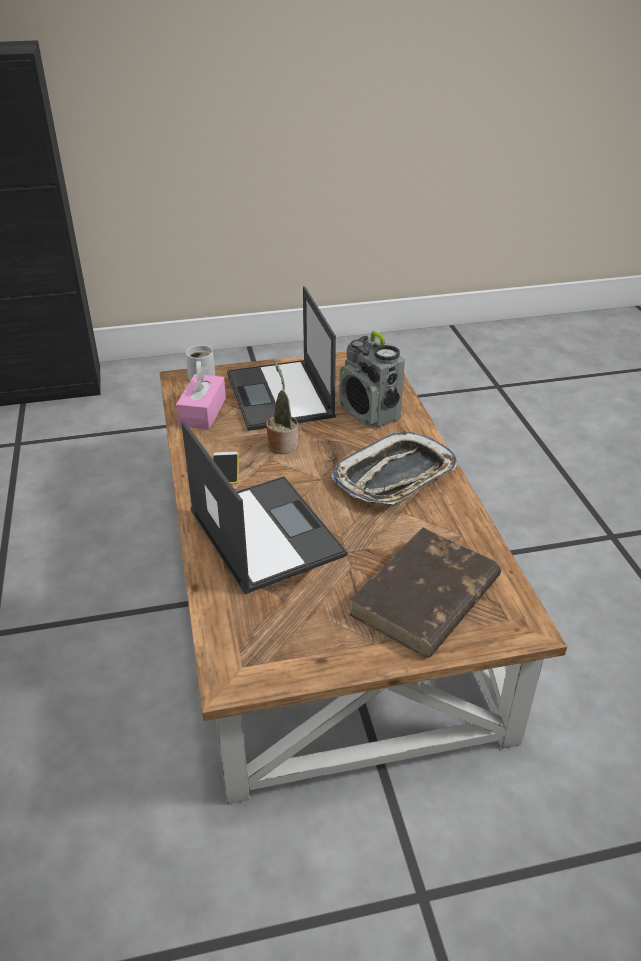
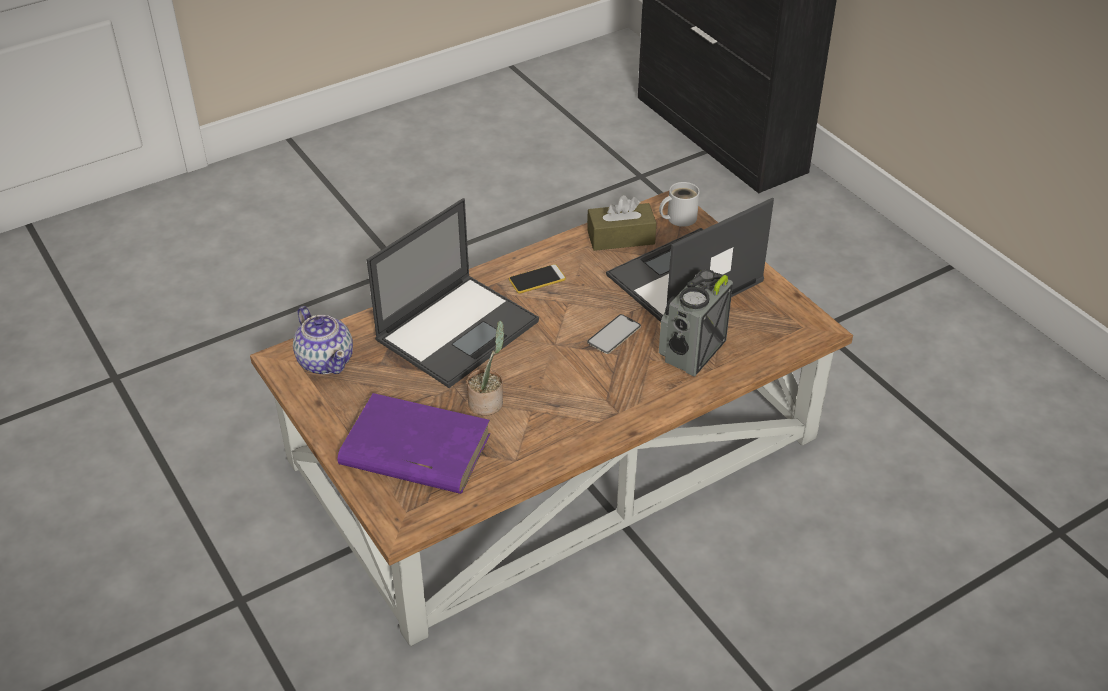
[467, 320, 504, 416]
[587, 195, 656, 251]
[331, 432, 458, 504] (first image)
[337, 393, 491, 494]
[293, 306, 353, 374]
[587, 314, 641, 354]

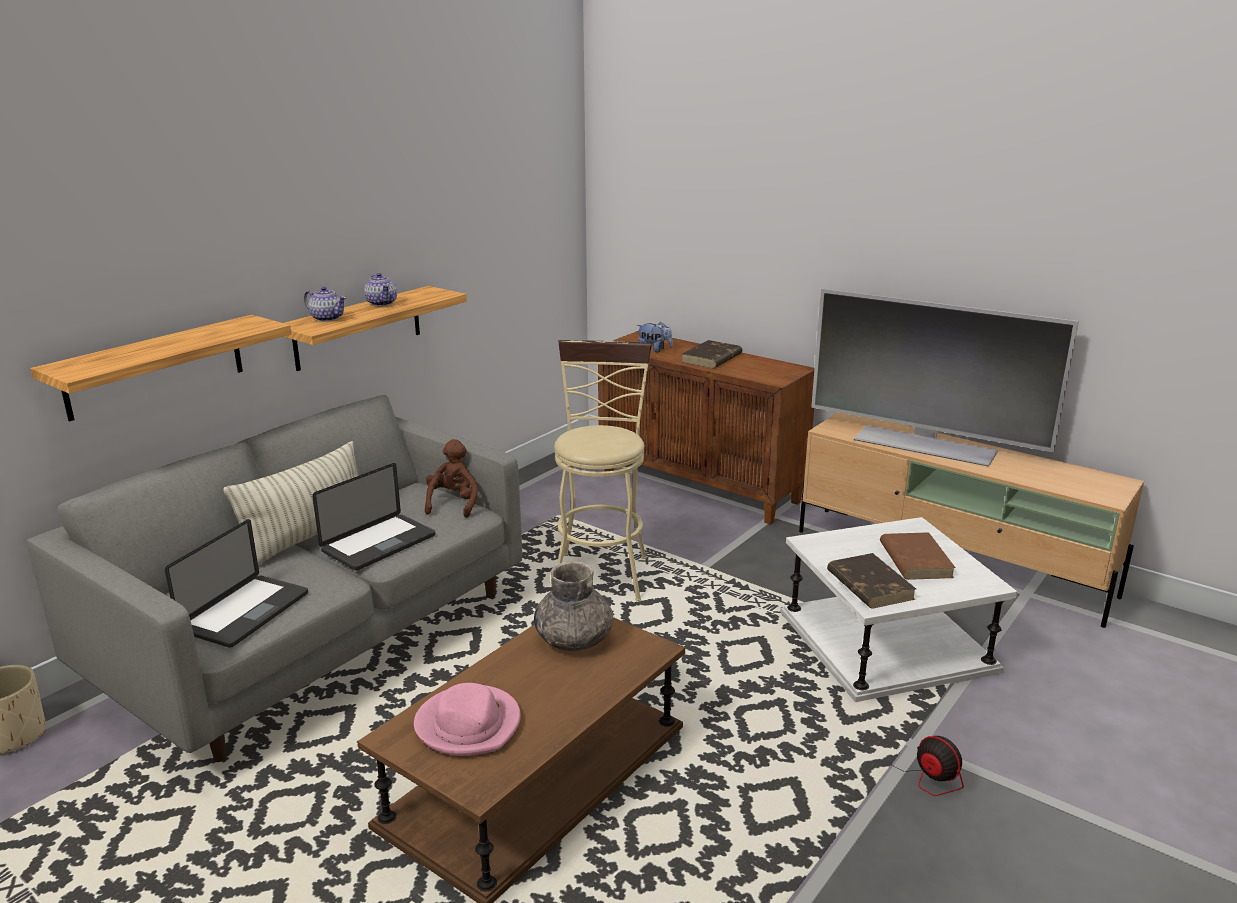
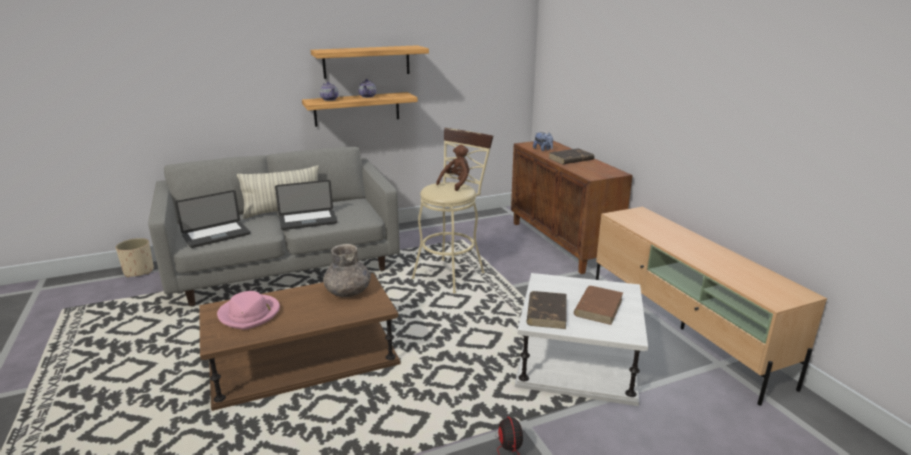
[811, 288, 1079, 467] (first image)
[311, 45, 429, 79]
[436, 145, 469, 191]

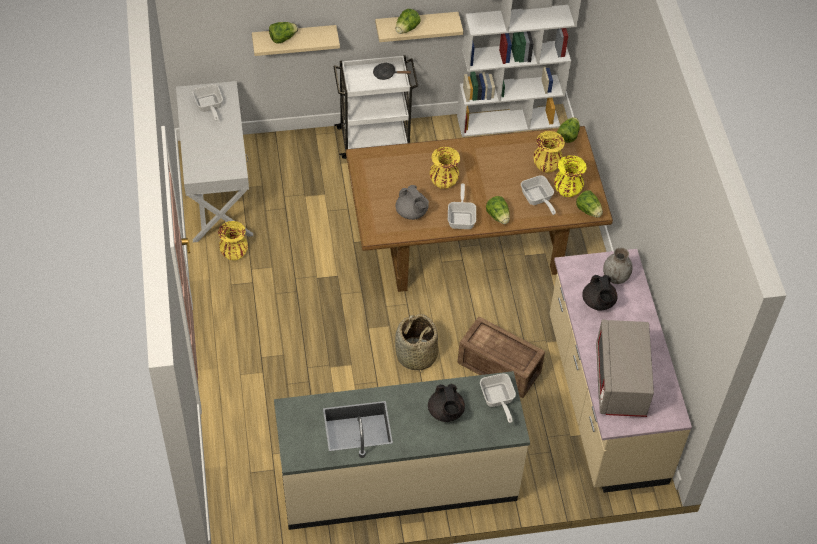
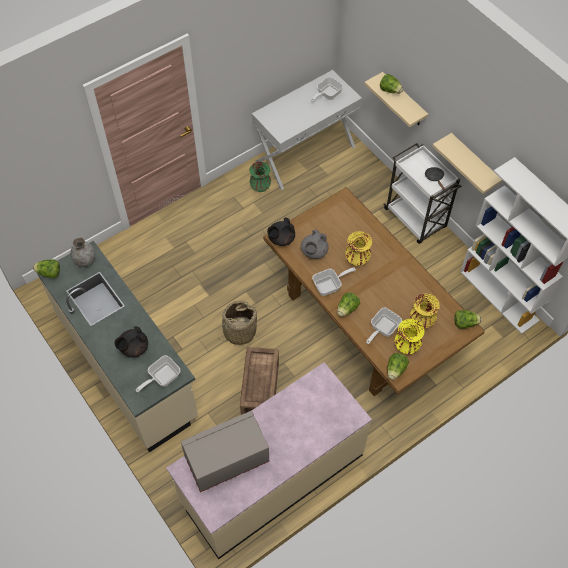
[33, 259, 60, 278]
[249, 162, 271, 192]
[70, 237, 95, 267]
[267, 218, 295, 246]

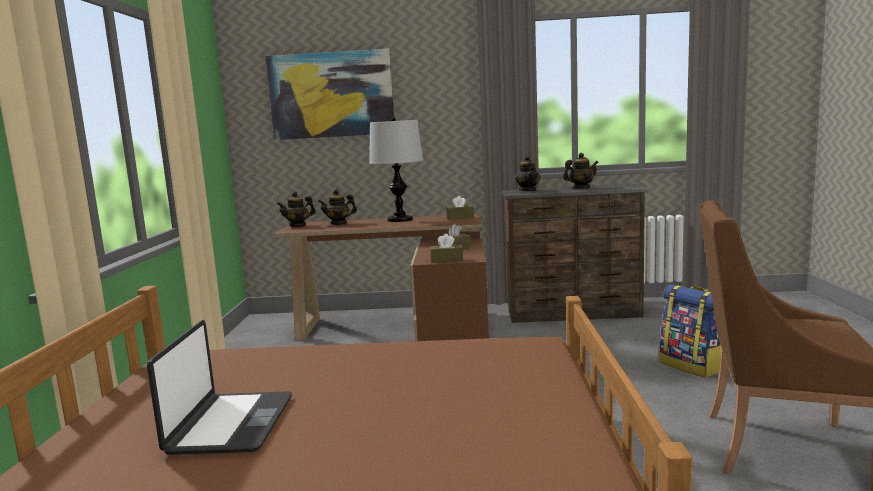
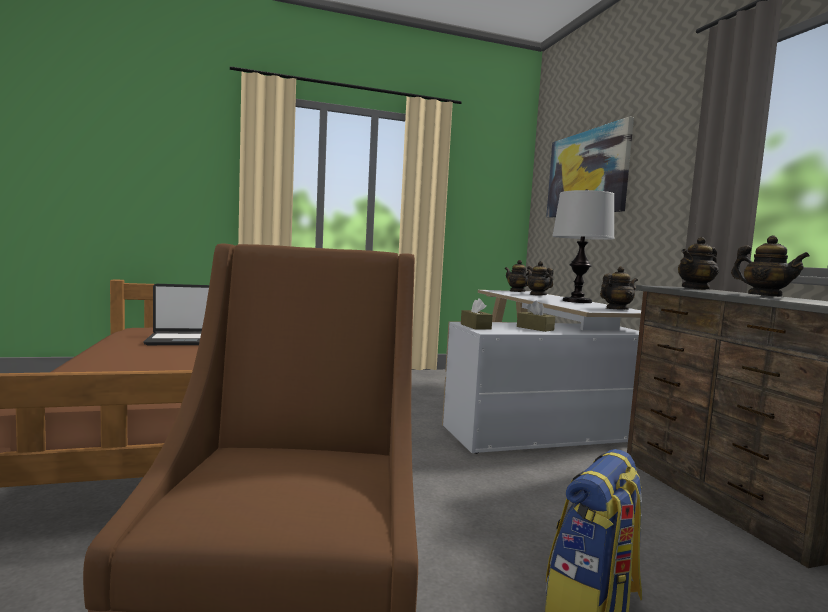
[600, 266, 638, 310]
[442, 290, 641, 454]

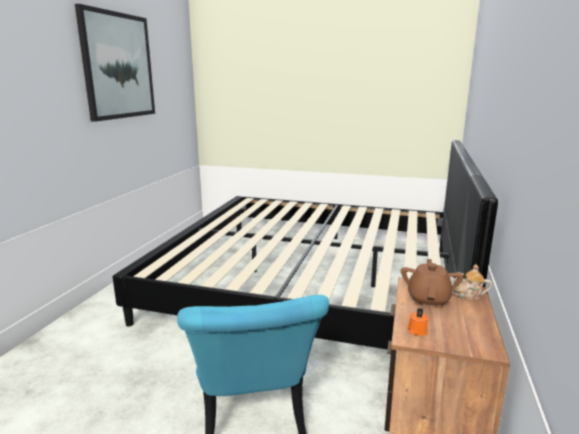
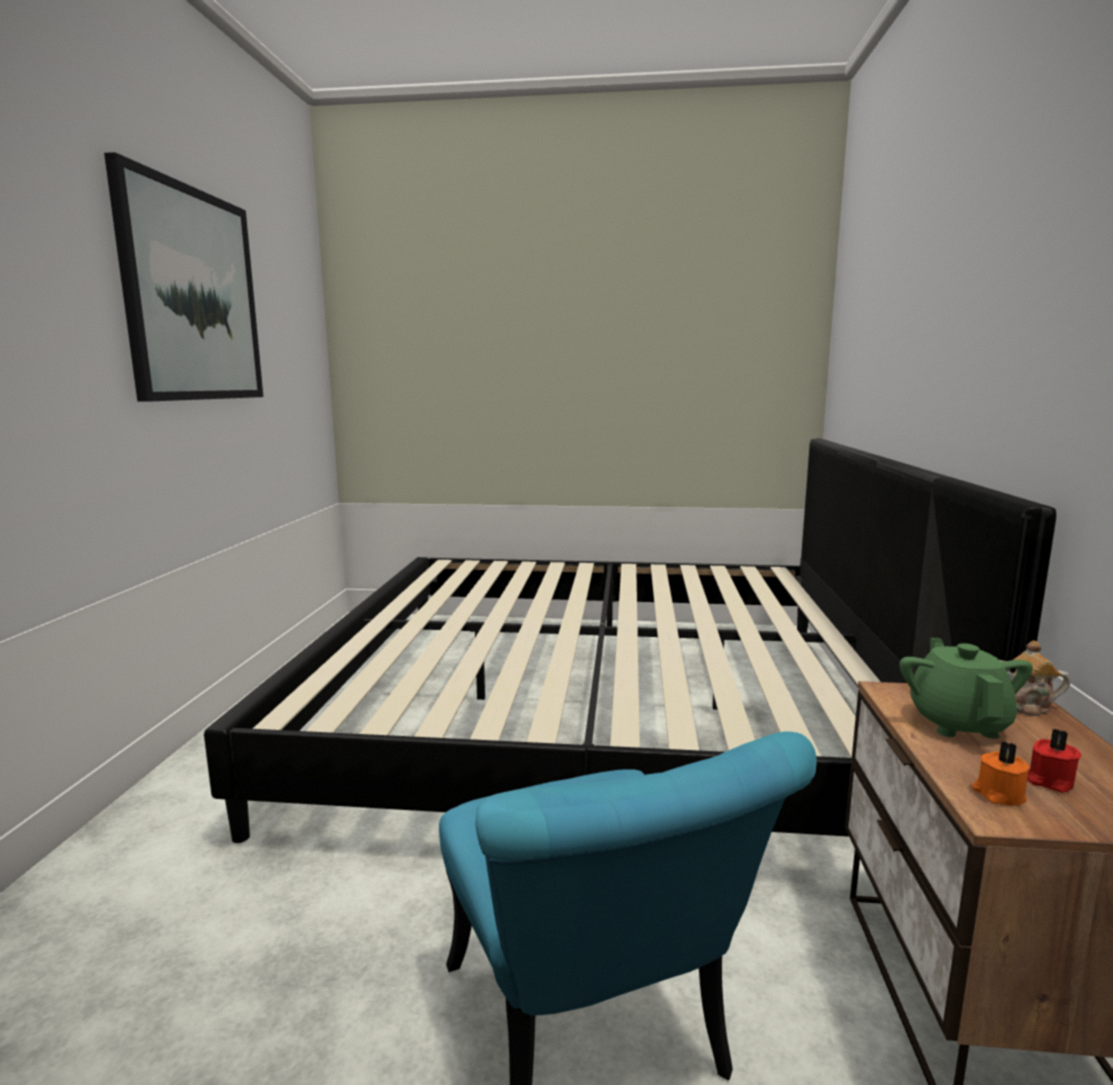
[900, 638, 1033, 739]
[1027, 729, 1081, 792]

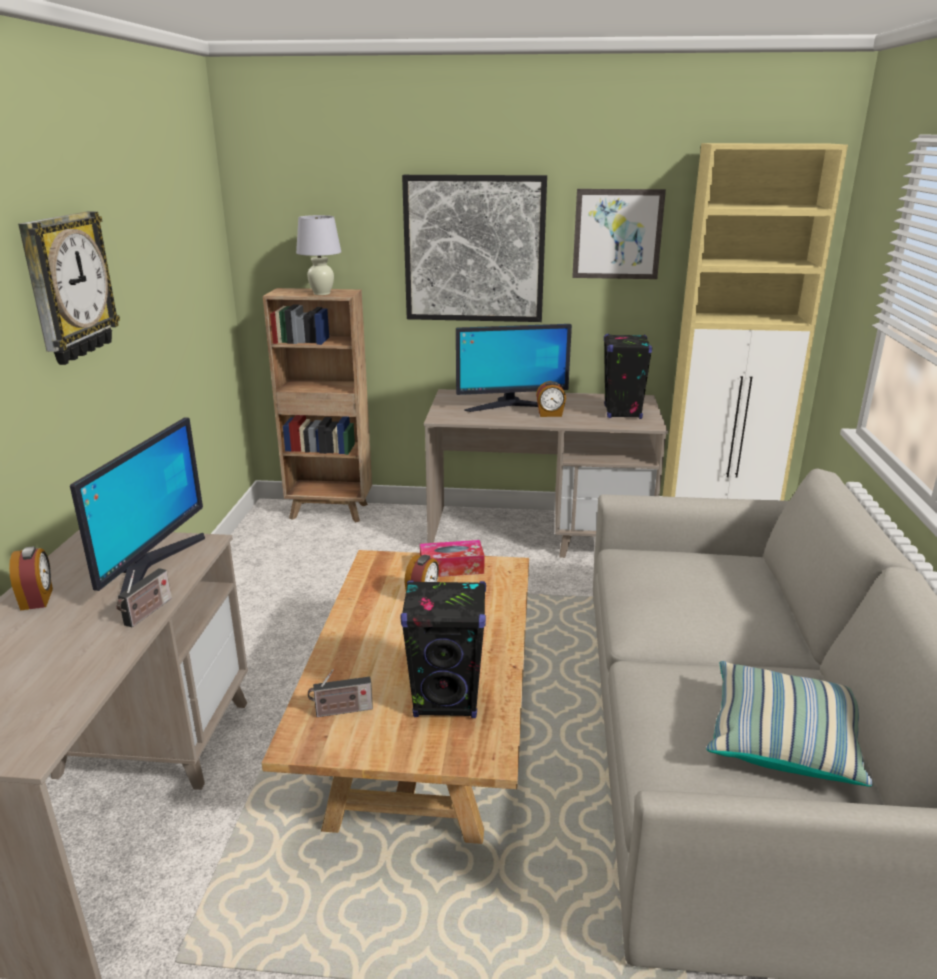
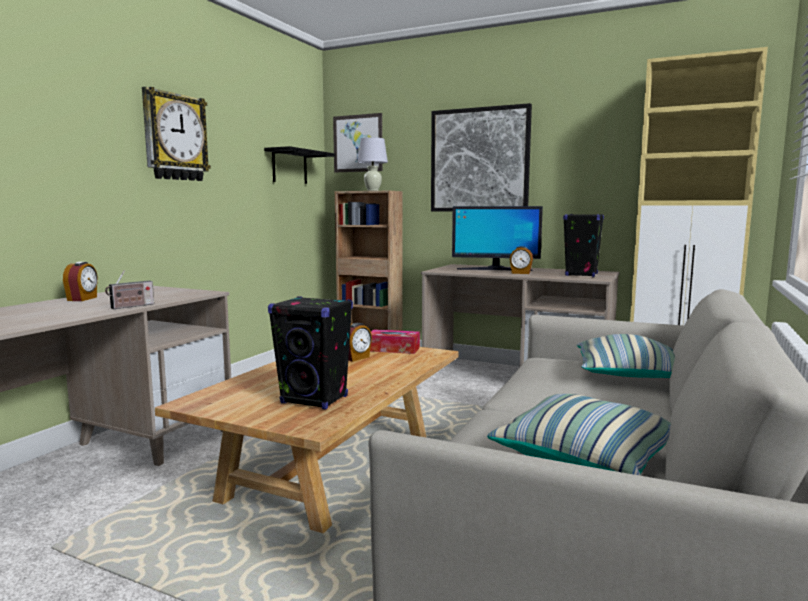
[333, 113, 382, 172]
[70, 417, 205, 600] (first image)
[308, 669, 373, 717] (first image)
[264, 146, 335, 184]
[577, 334, 675, 378]

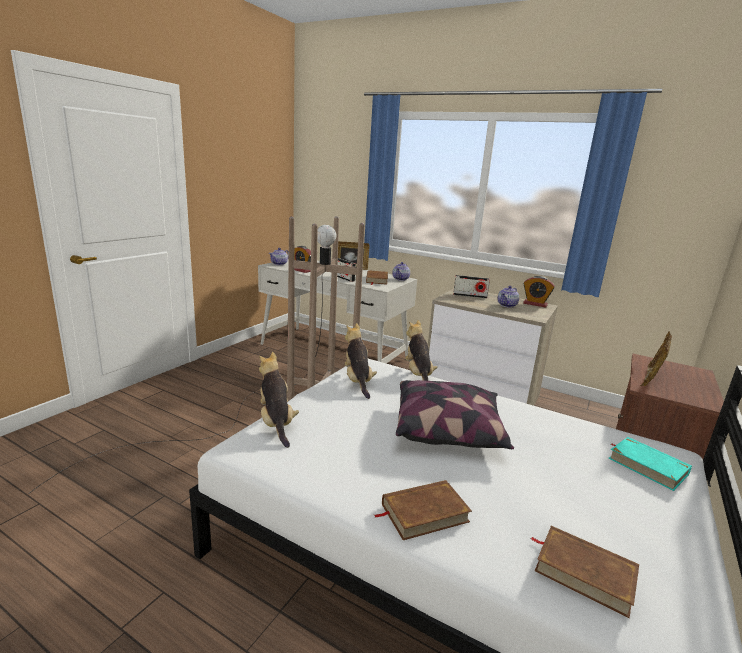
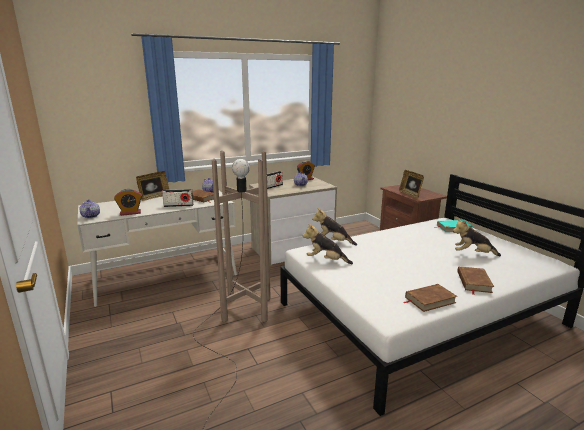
[453, 218, 501, 257]
[396, 380, 514, 449] (first image)
[404, 284, 457, 312]

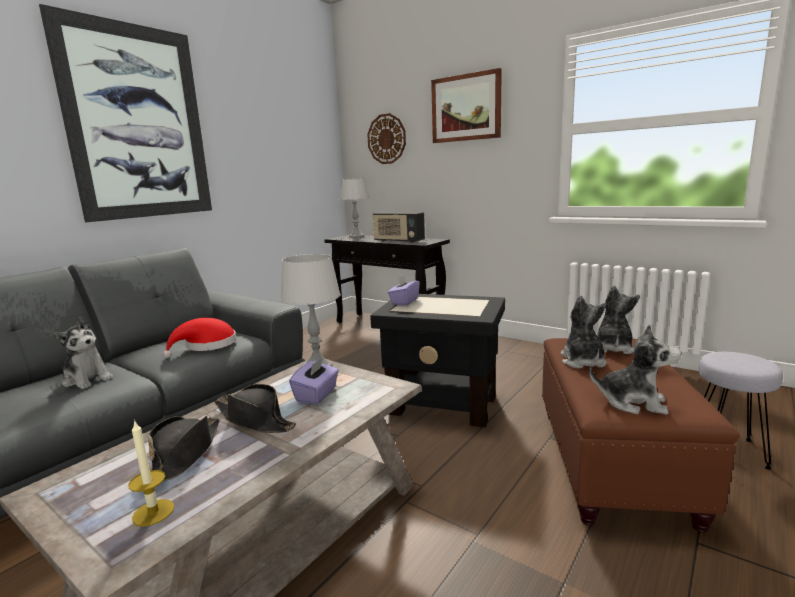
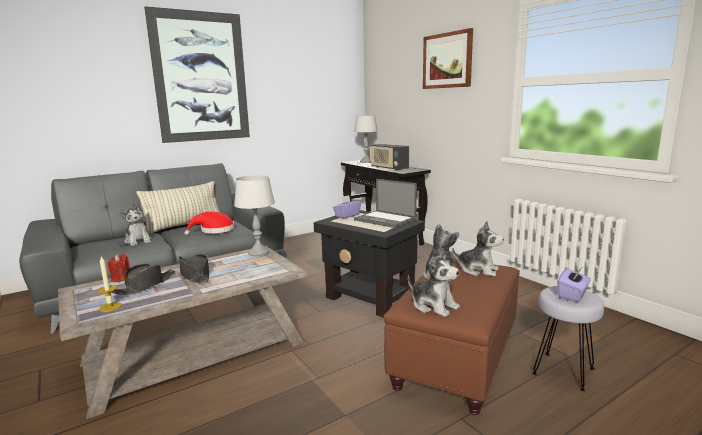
[367, 113, 406, 164] (first image)
[452, 221, 504, 276]
[557, 268, 591, 302]
[354, 179, 417, 228]
[136, 181, 220, 235]
[107, 254, 130, 282]

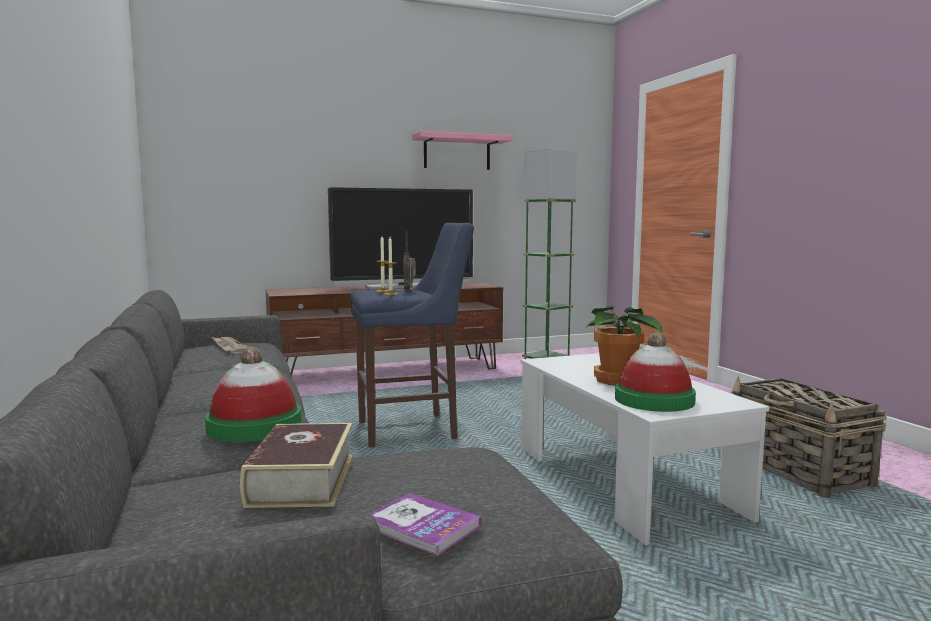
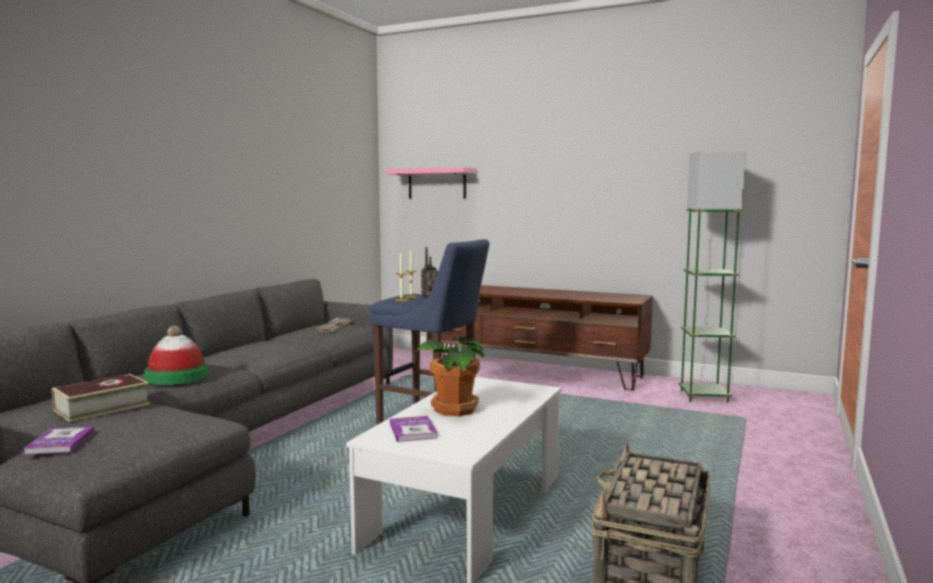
[386, 167, 476, 198]
[328, 187, 473, 289] (first image)
[390, 416, 438, 442]

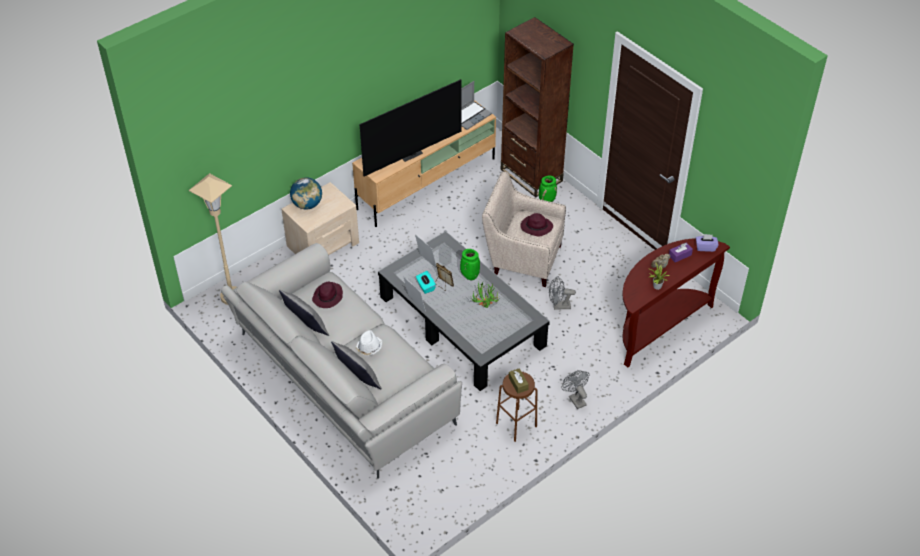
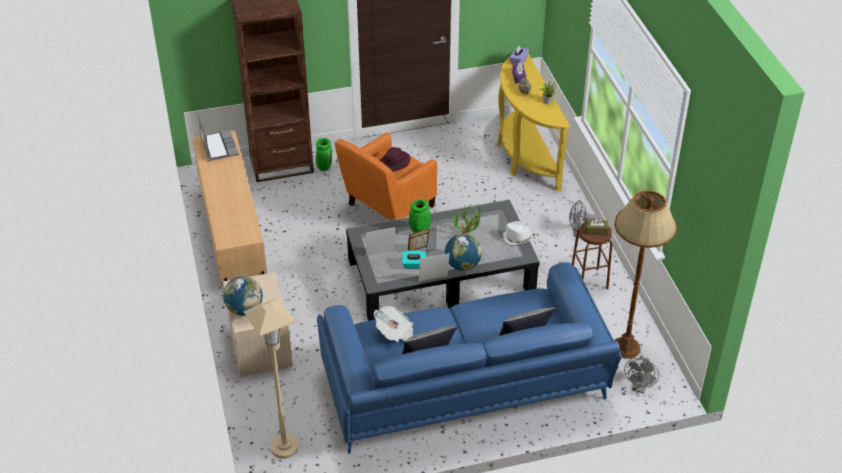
[360, 79, 461, 176] (first image)
[335, 132, 437, 220]
[497, 53, 570, 191]
[317, 262, 622, 454]
[624, 358, 659, 394]
[374, 306, 413, 342]
[503, 221, 533, 245]
[614, 191, 677, 359]
[445, 234, 482, 271]

